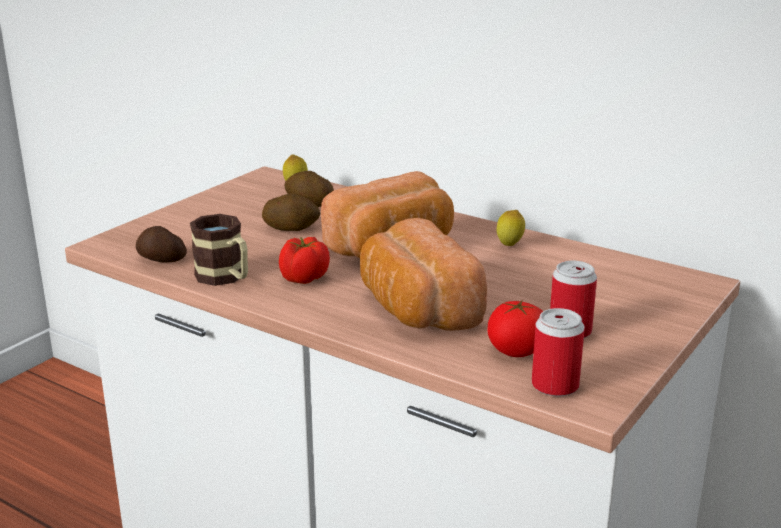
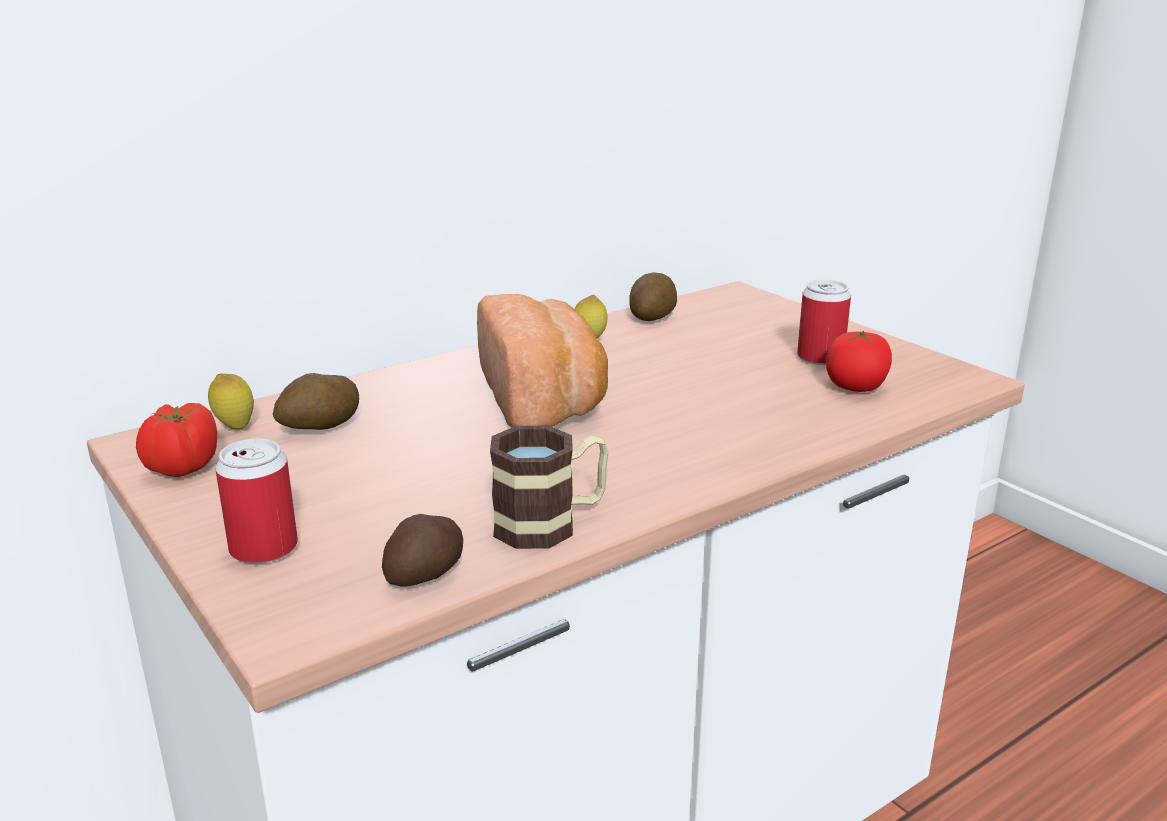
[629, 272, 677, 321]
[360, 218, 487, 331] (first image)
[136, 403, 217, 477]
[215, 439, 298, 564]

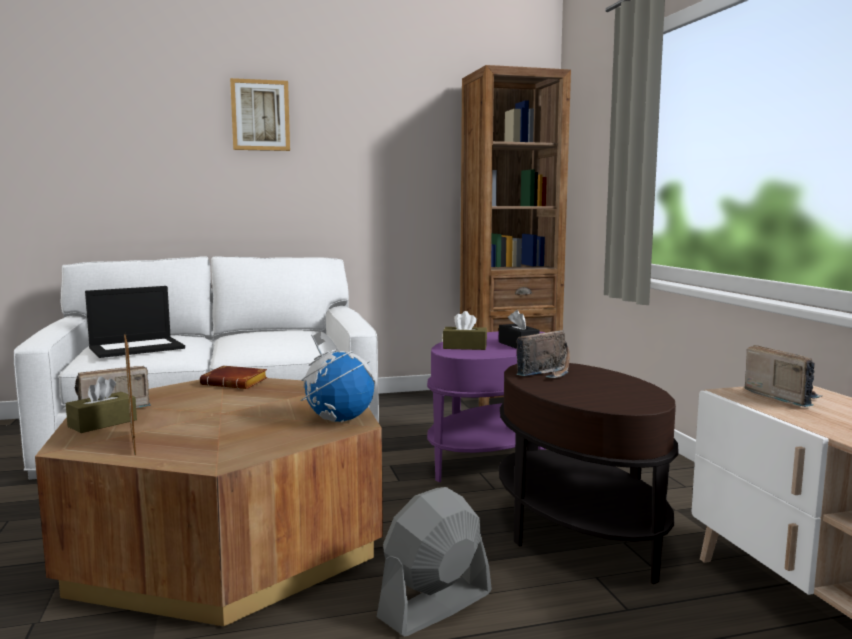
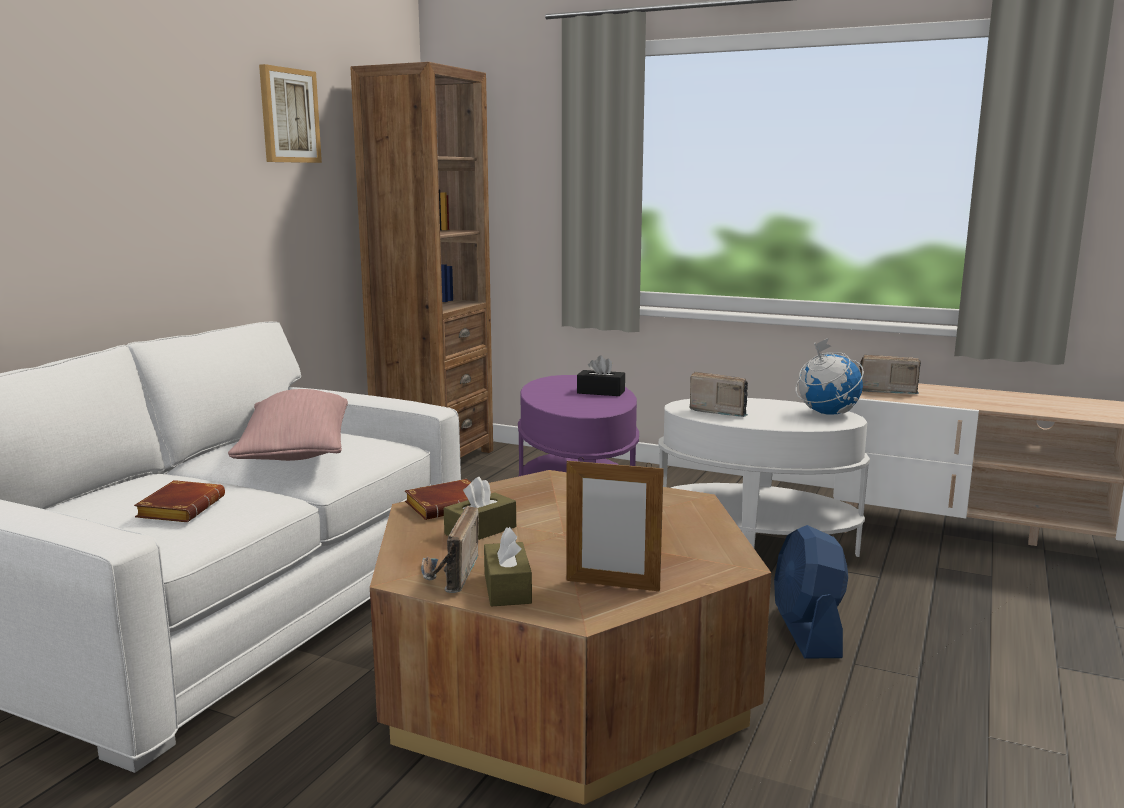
[259, 64, 322, 163]
[134, 480, 225, 522]
[444, 477, 516, 540]
[690, 372, 748, 417]
[796, 338, 864, 415]
[658, 398, 870, 557]
[774, 525, 848, 658]
[228, 389, 348, 461]

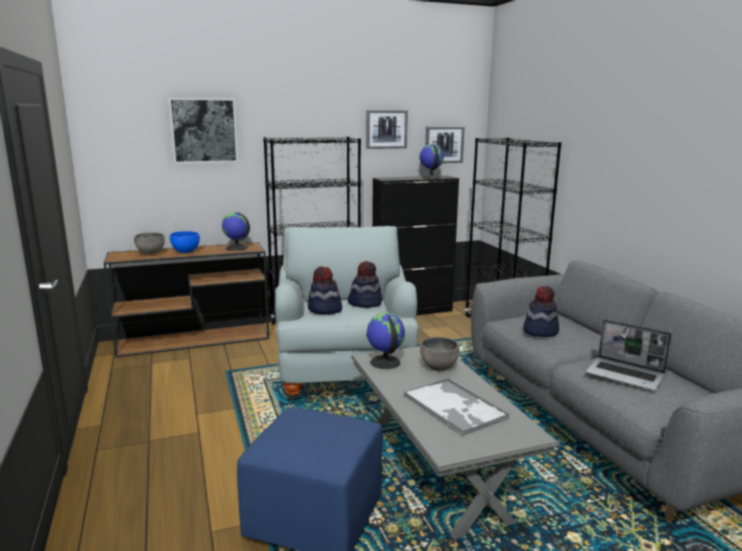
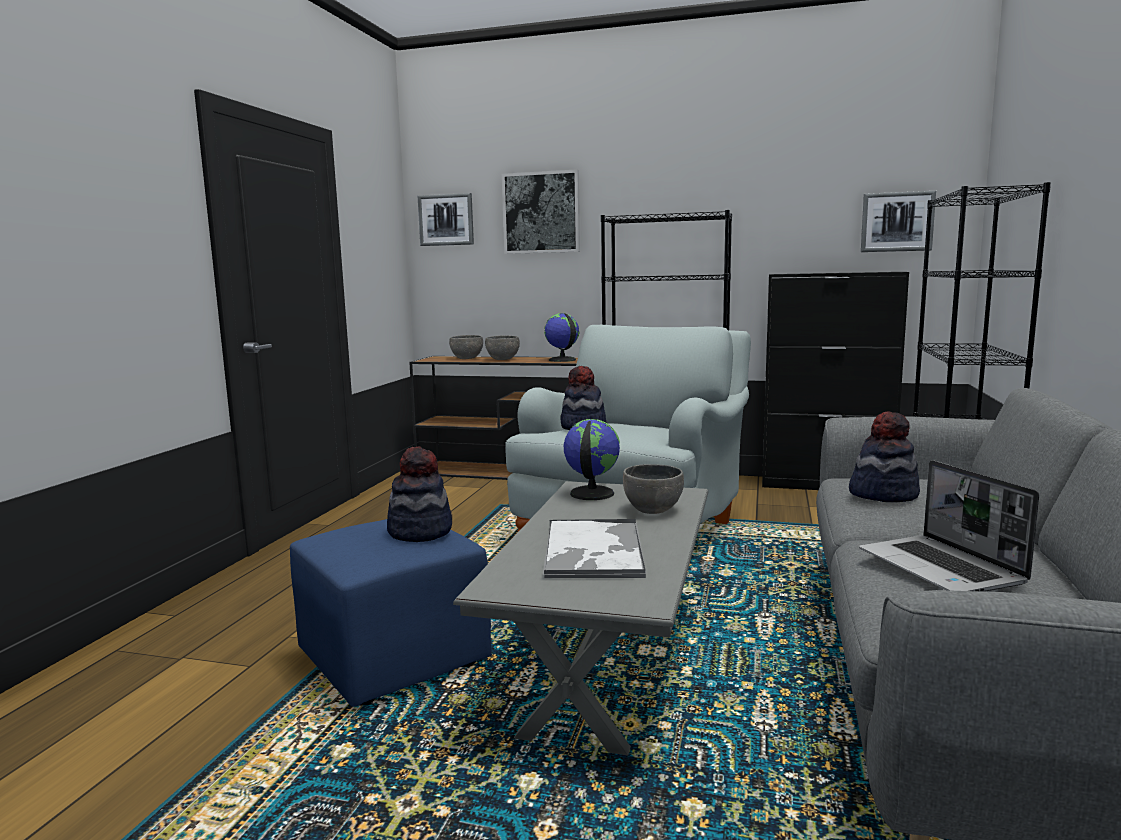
[418, 193, 474, 246]
[419, 144, 444, 179] (first image)
[485, 335, 520, 360]
[387, 447, 452, 542]

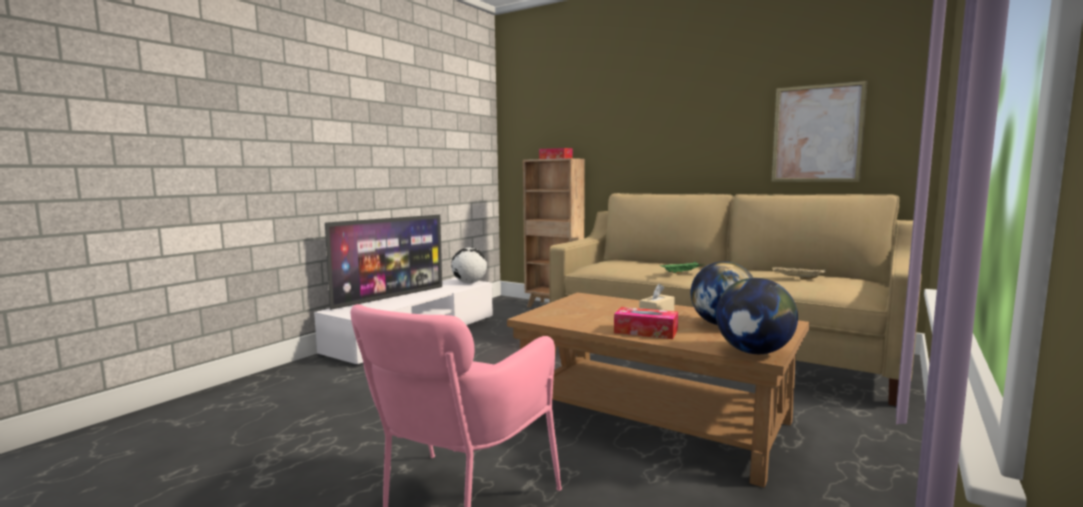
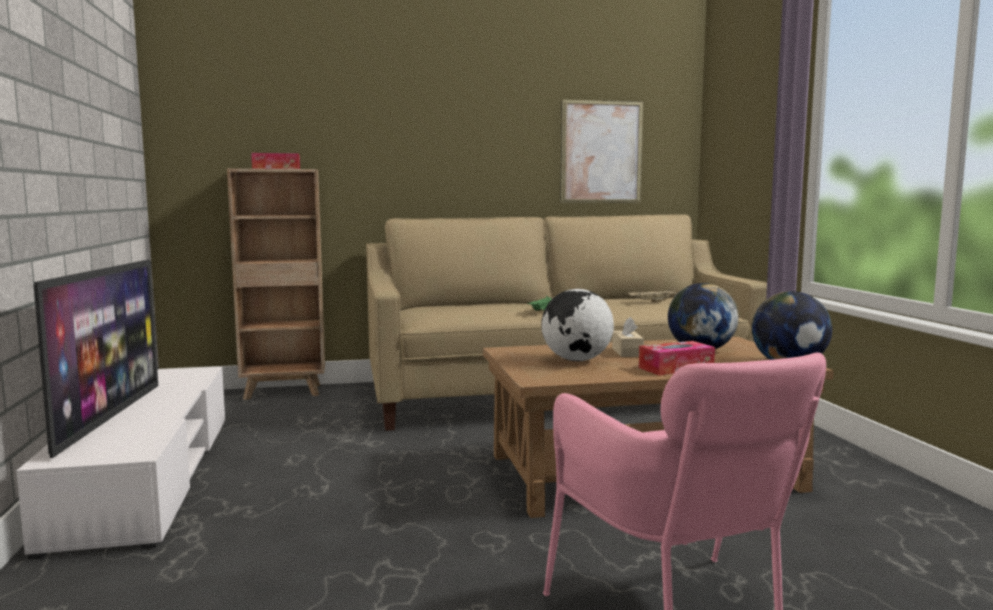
[541, 289, 614, 361]

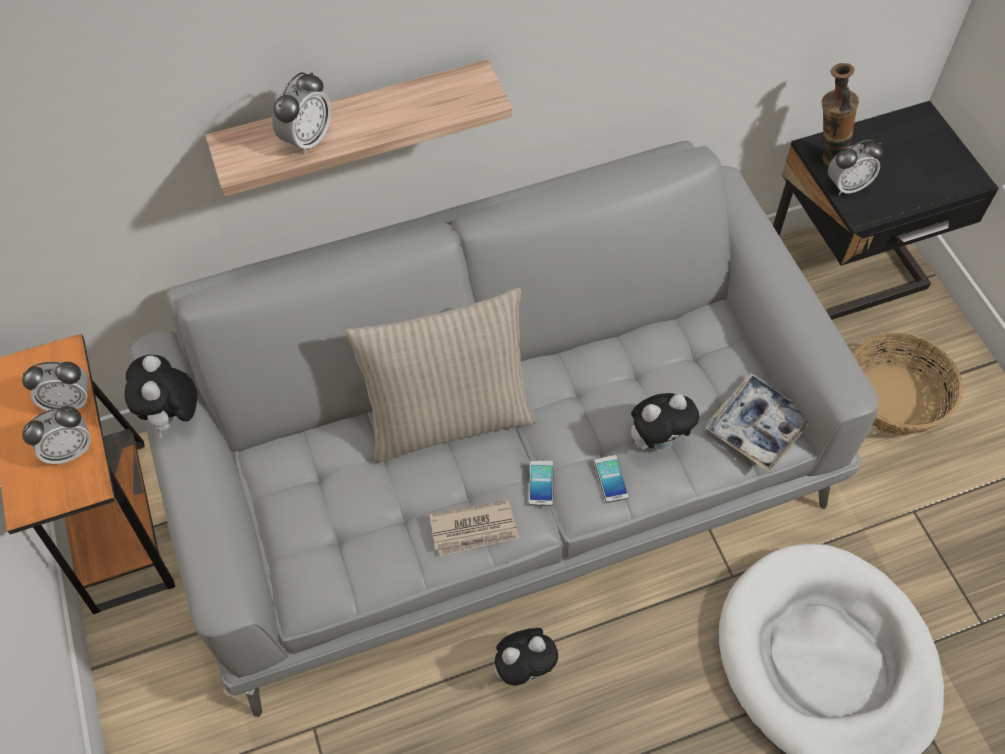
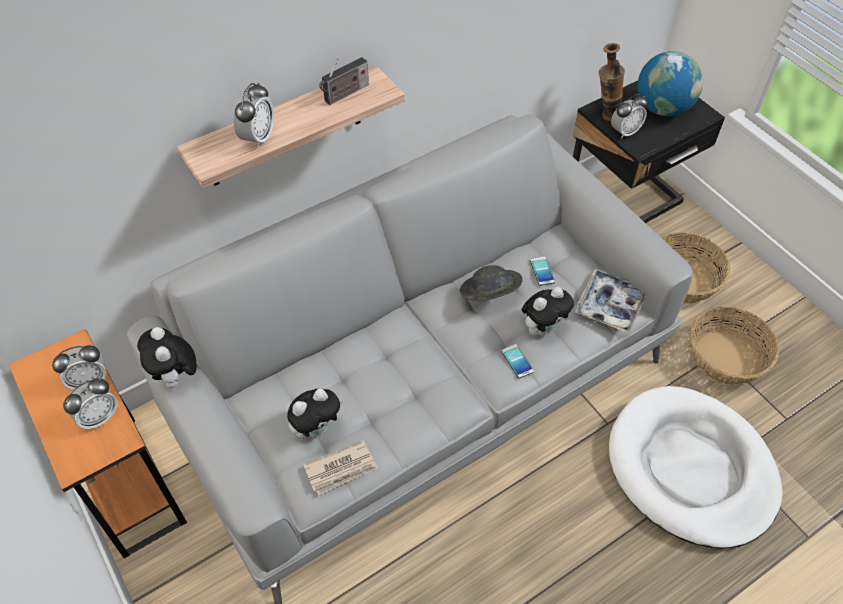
[345, 288, 536, 463] (first image)
[530, 256, 555, 286]
[303, 440, 378, 496]
[287, 389, 343, 439]
[638, 51, 703, 116]
[319, 57, 369, 105]
[460, 265, 522, 301]
[690, 306, 779, 385]

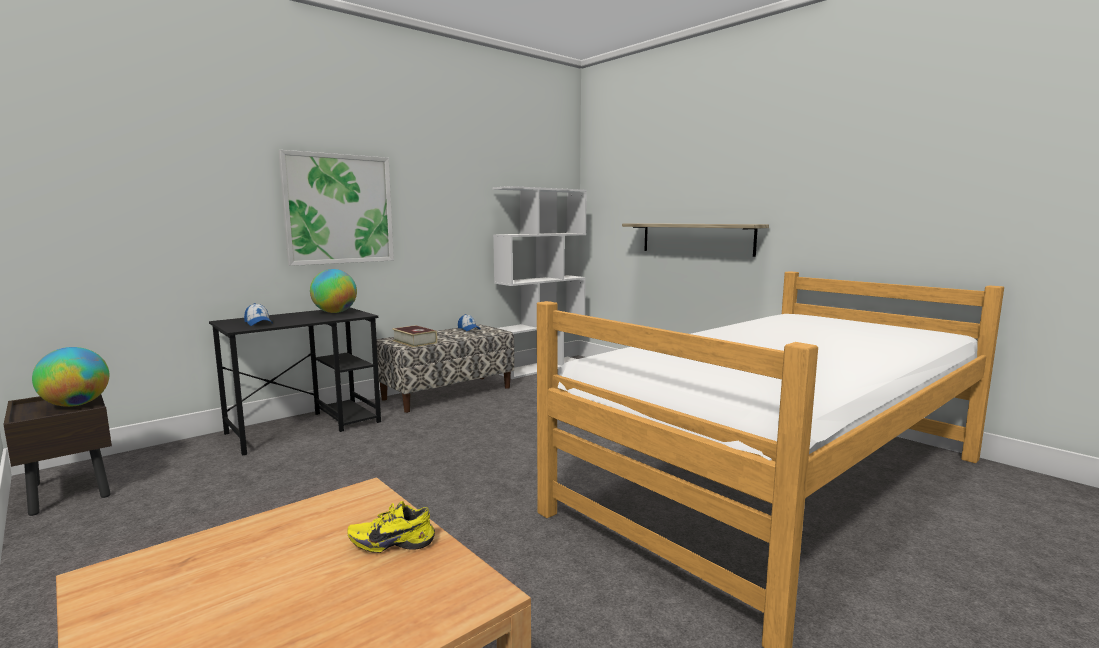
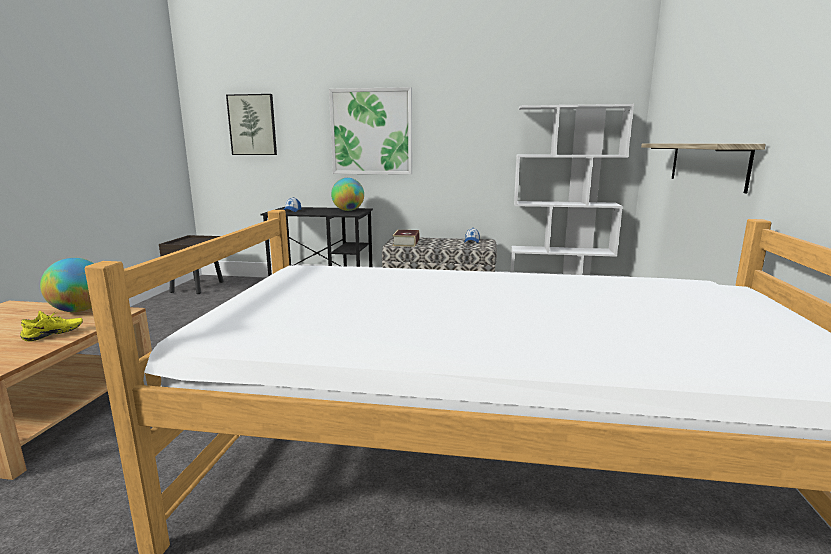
[40, 258, 94, 312]
[20, 311, 83, 342]
[226, 94, 277, 155]

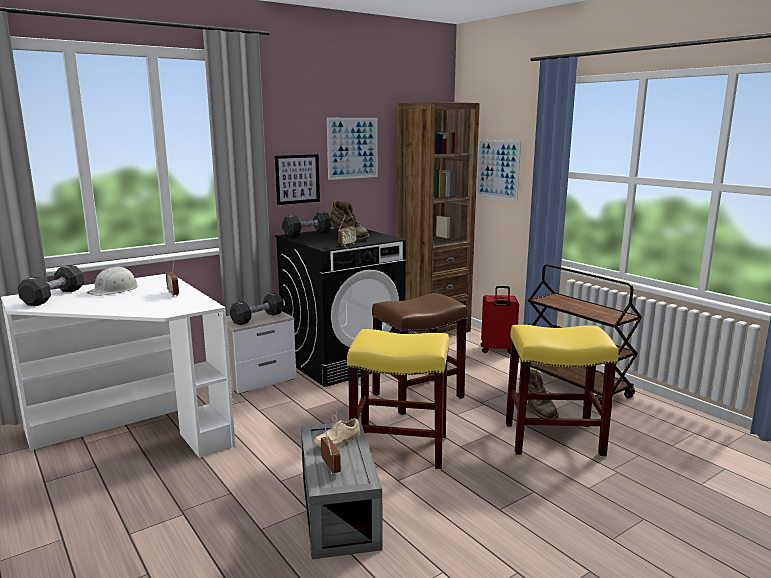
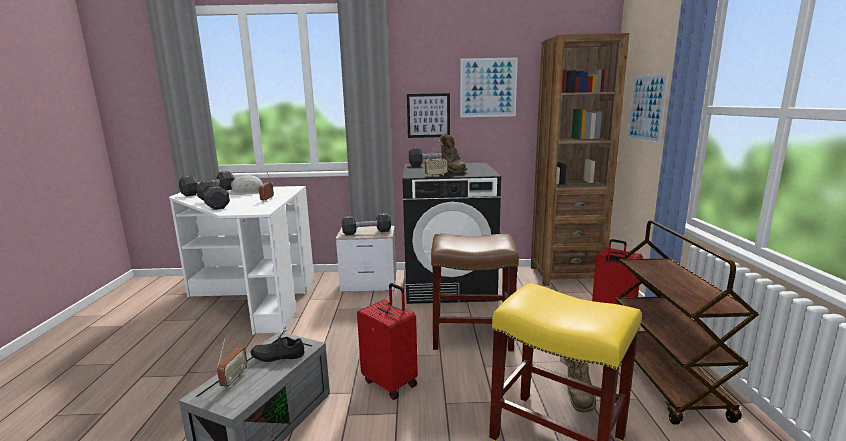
[357, 283, 418, 400]
[251, 329, 305, 362]
[196, 180, 230, 210]

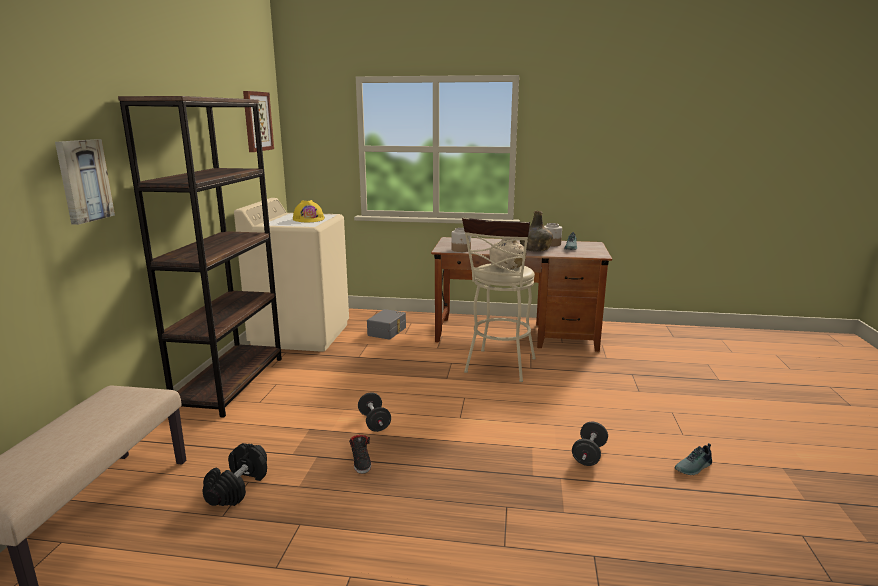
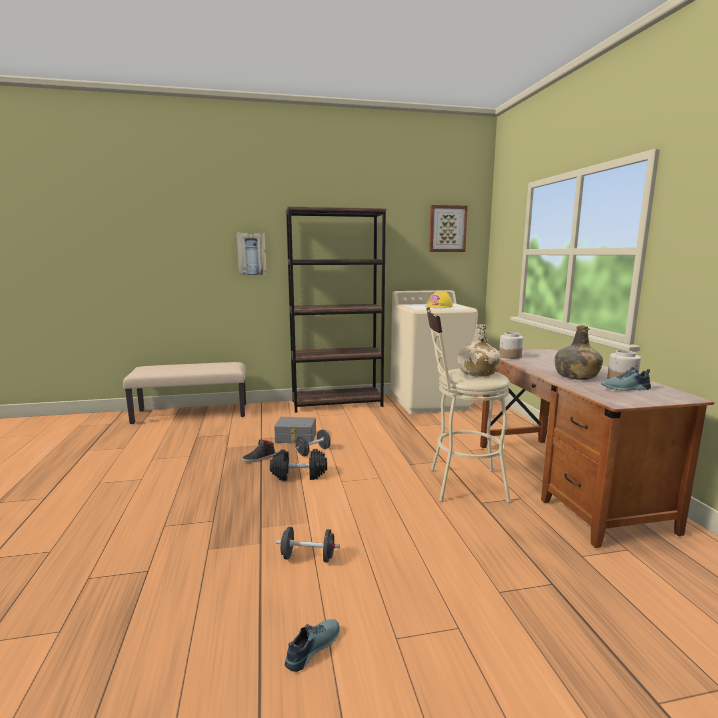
[274, 417, 316, 443]
[270, 449, 327, 481]
[285, 619, 340, 672]

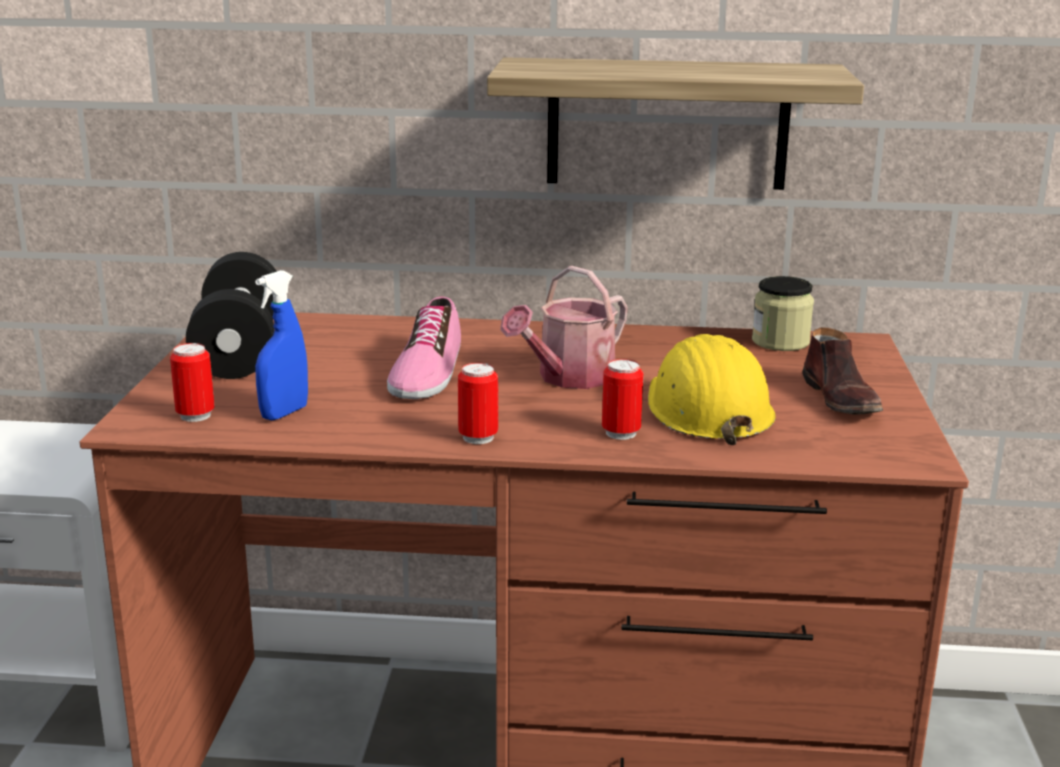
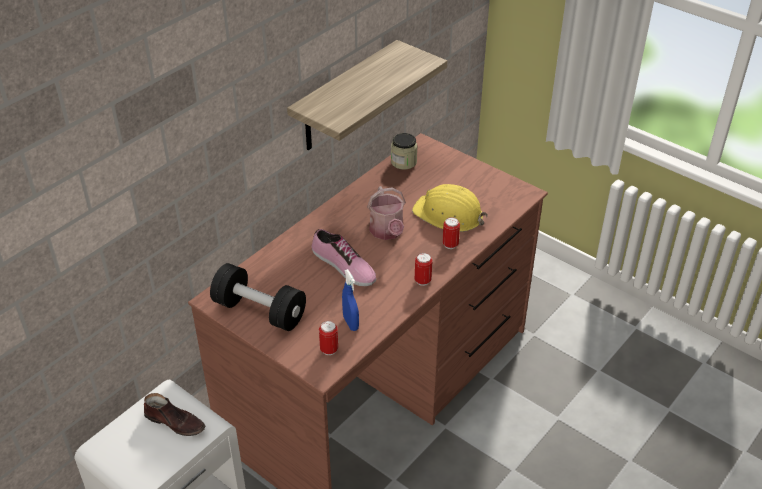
[144, 393, 206, 436]

